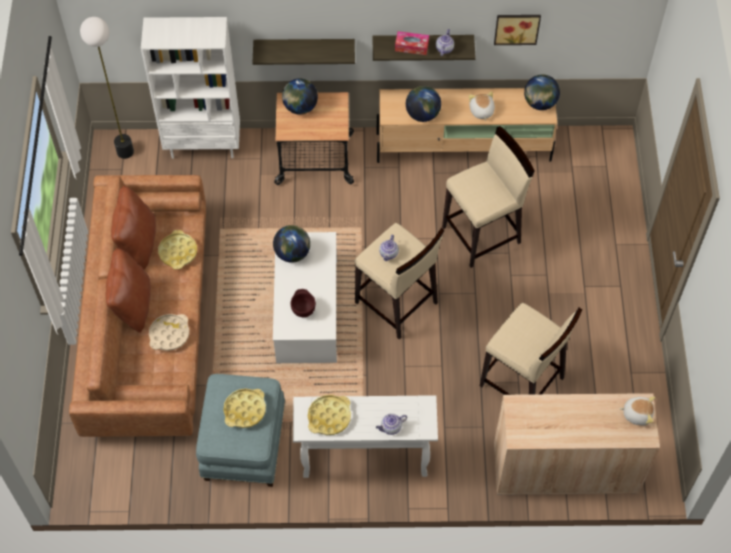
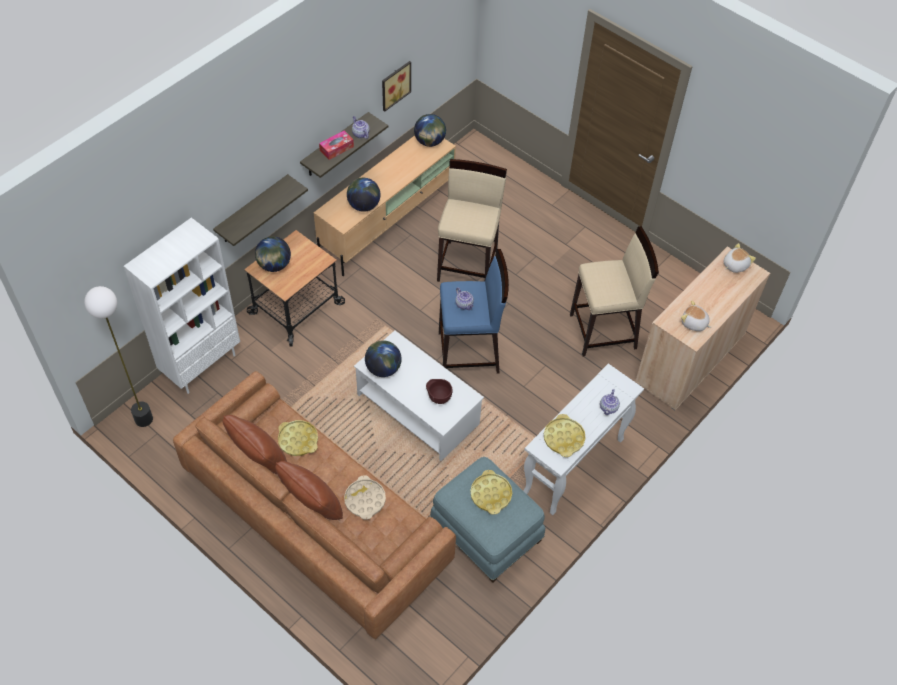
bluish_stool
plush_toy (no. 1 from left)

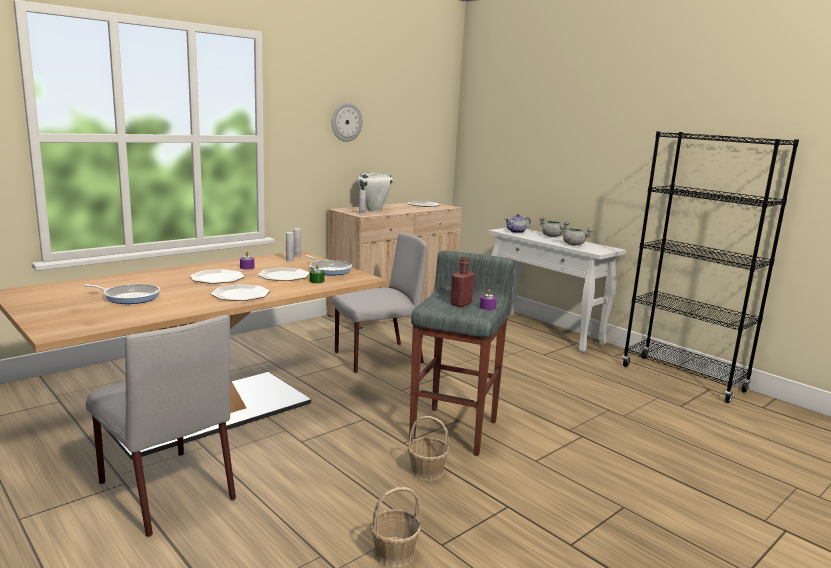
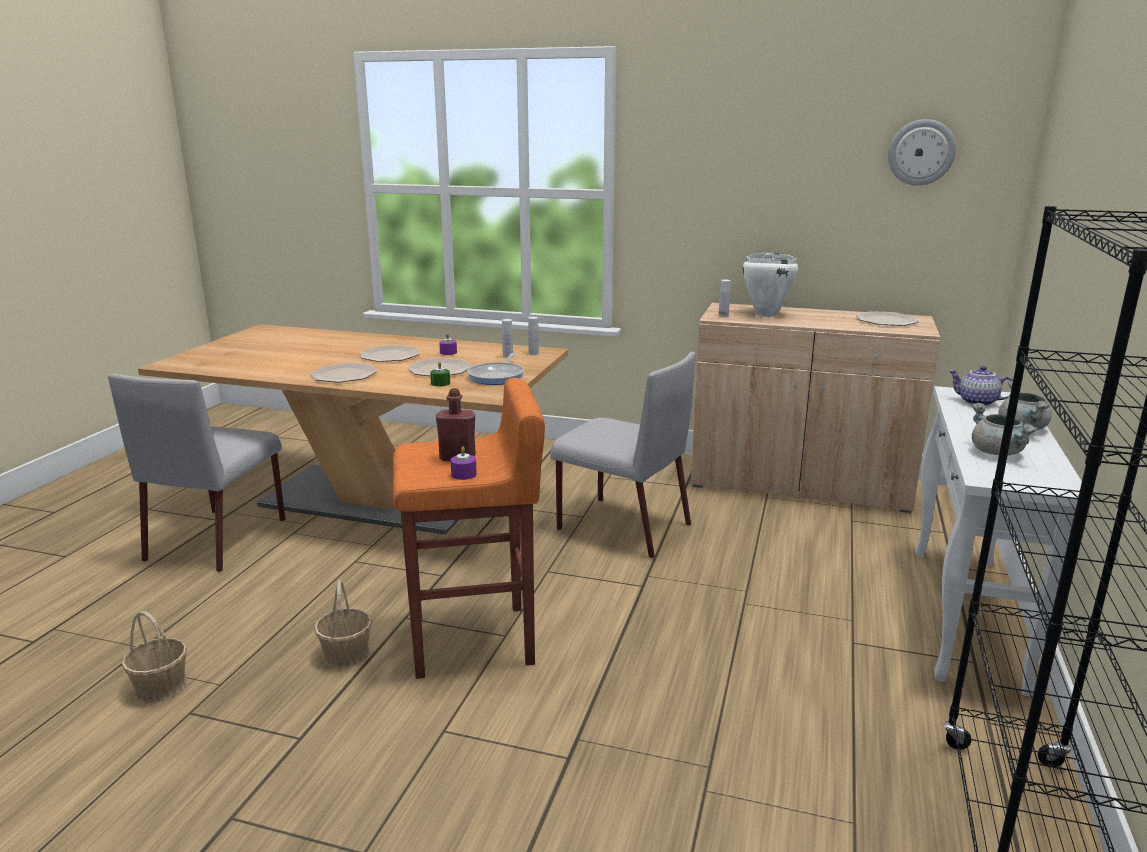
frying_pan (no. 1 from left in the first image)
hanging_clock
orange-coloured_stool

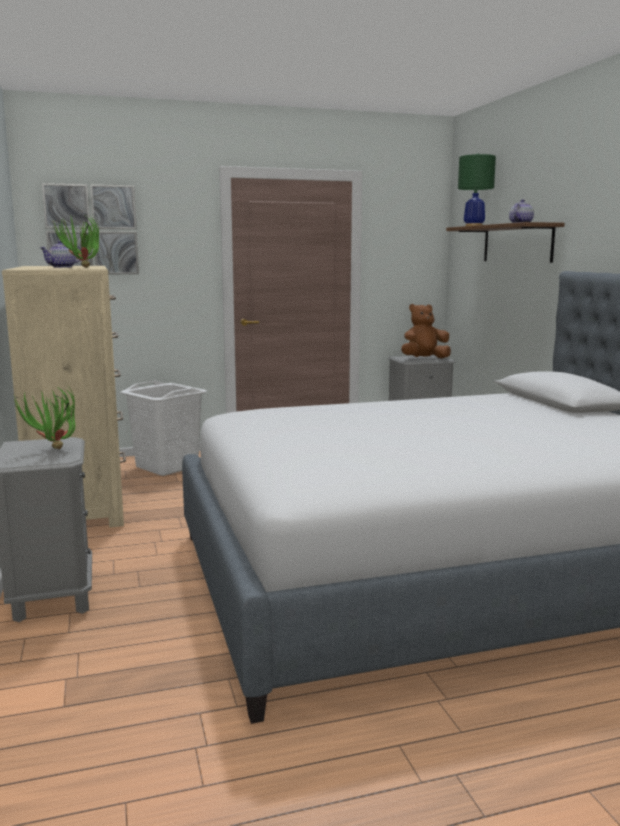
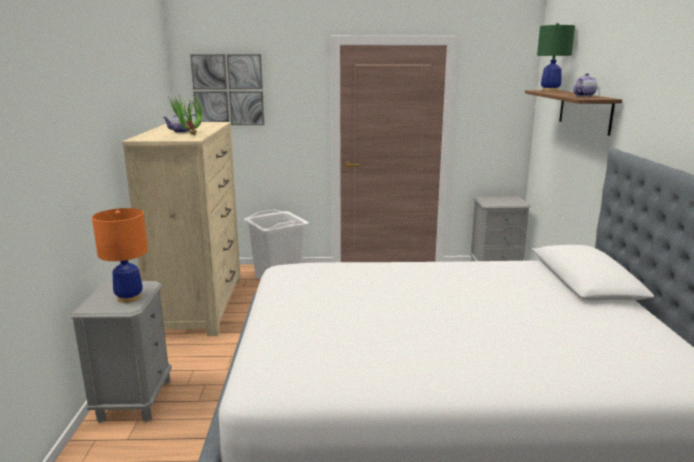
orange-coloured_tabletop_lamp
brownish_plush_toy

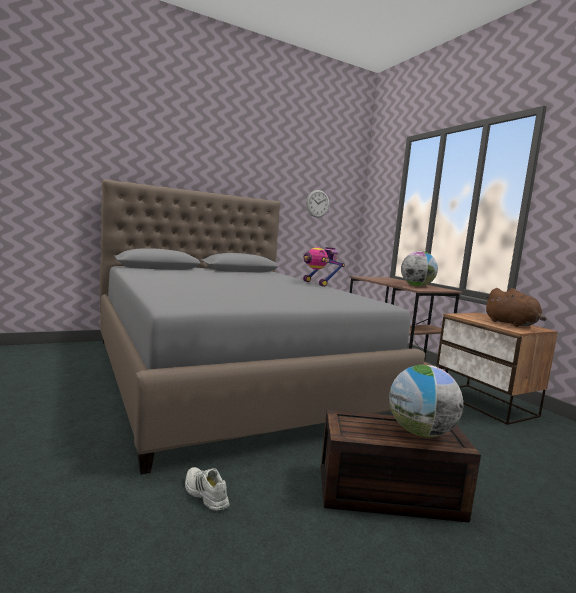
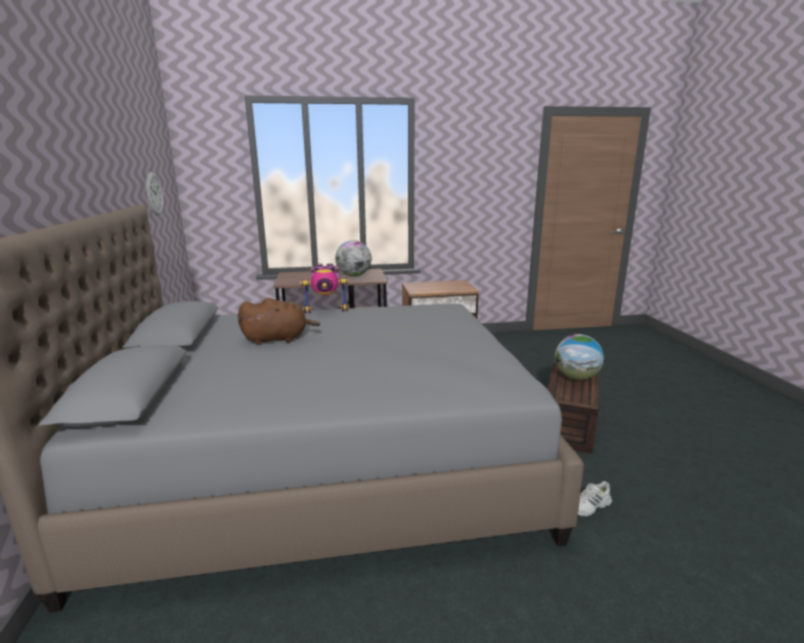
brownish_plush_toy

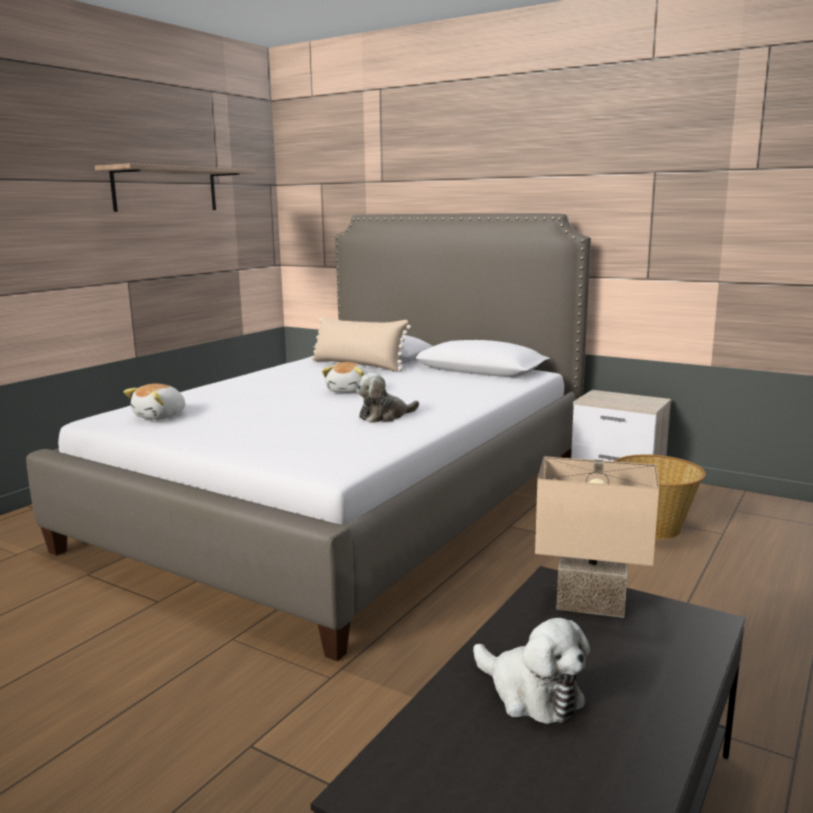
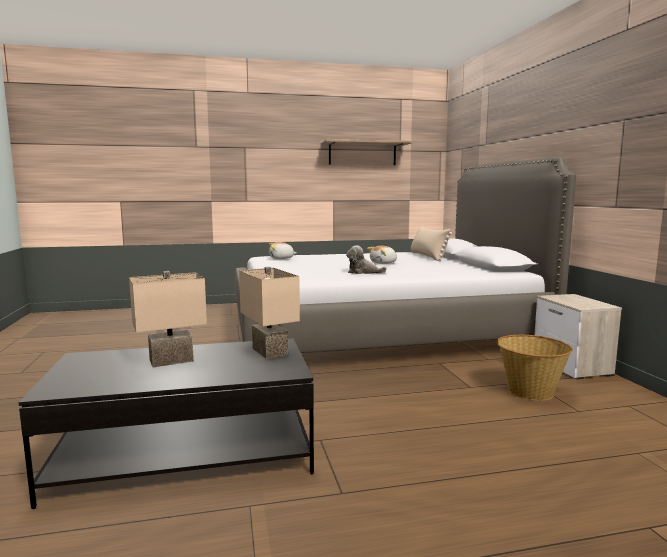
beige_tabletop_lamp (no. 1 from left)

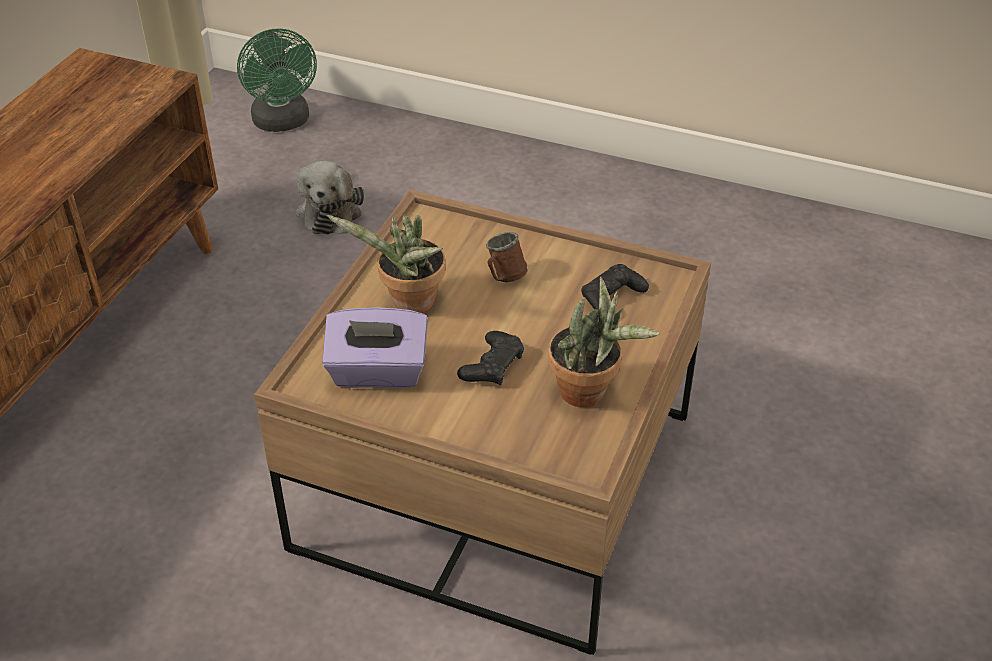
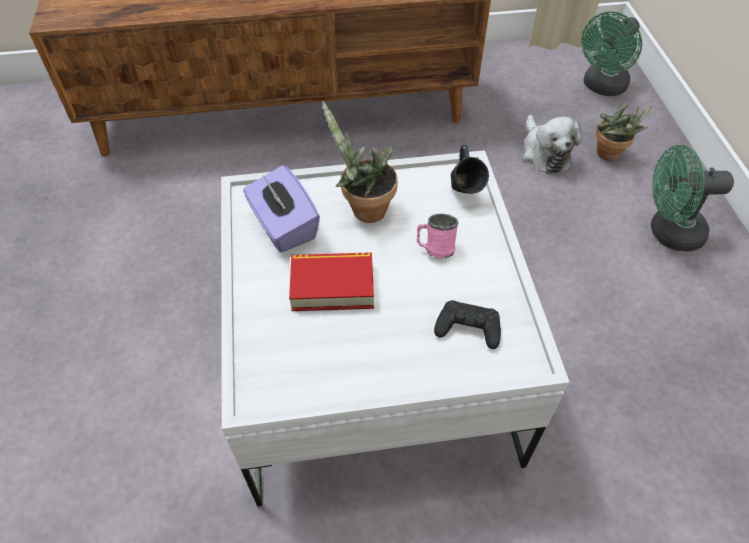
white_coffee_table
plush_toy
bound_book
pink_coffee_mug
potted_plant (no. 2 from left)
bluish_coffee_mug
green-coloured_cooling_fan (no. 2 from left)

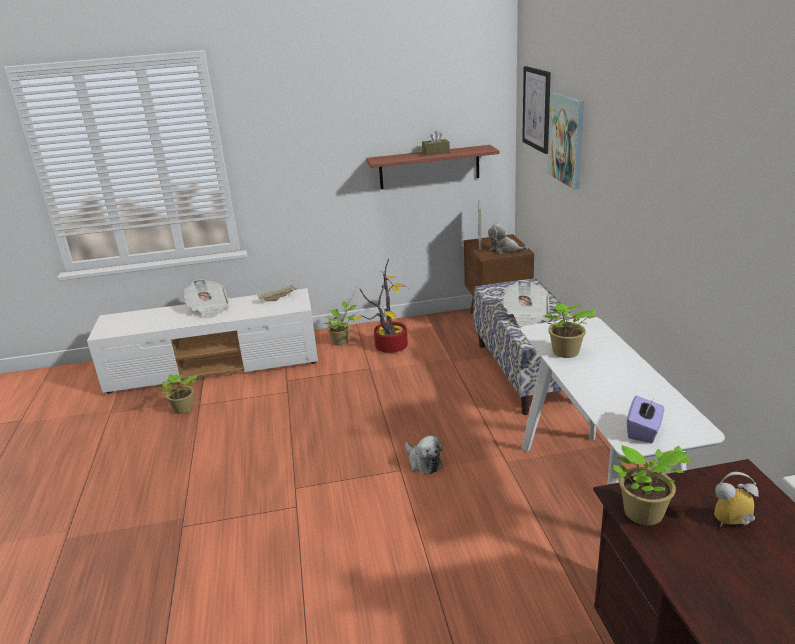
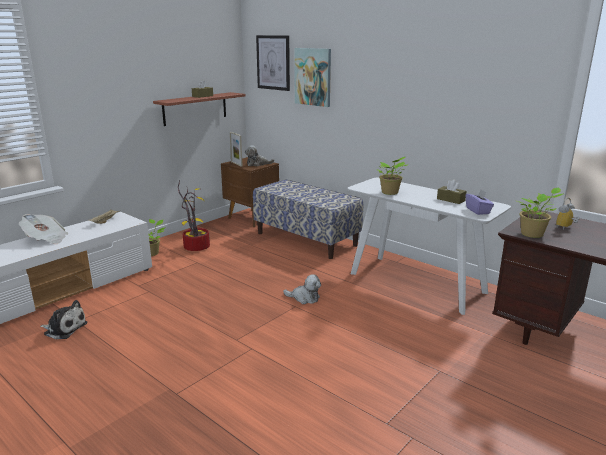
plush_toy (no. 1 from left)
printed_paper (no. 2 from left in the first image)
brownish_box_of_tissues (no. 2 from left)

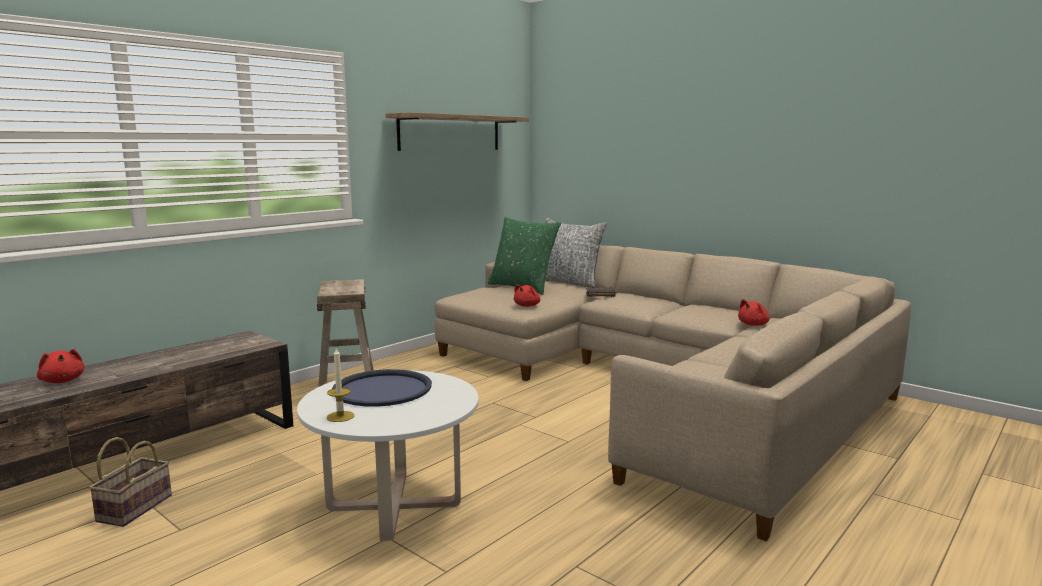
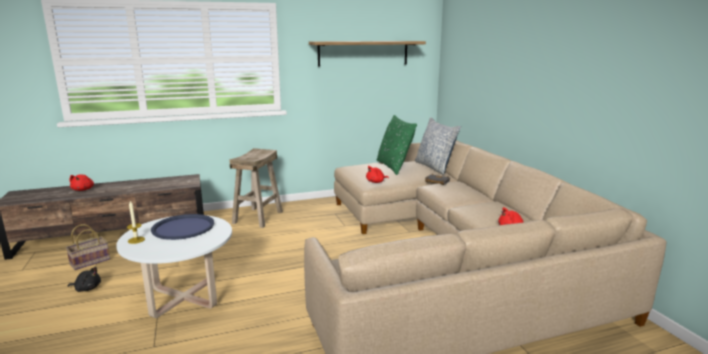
blackish_plush_toy

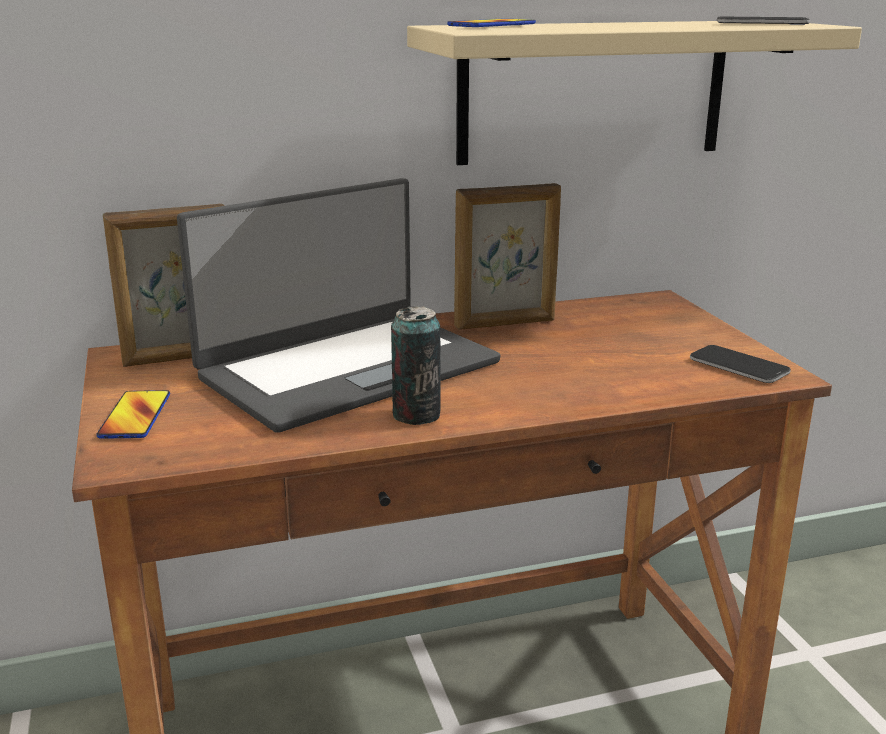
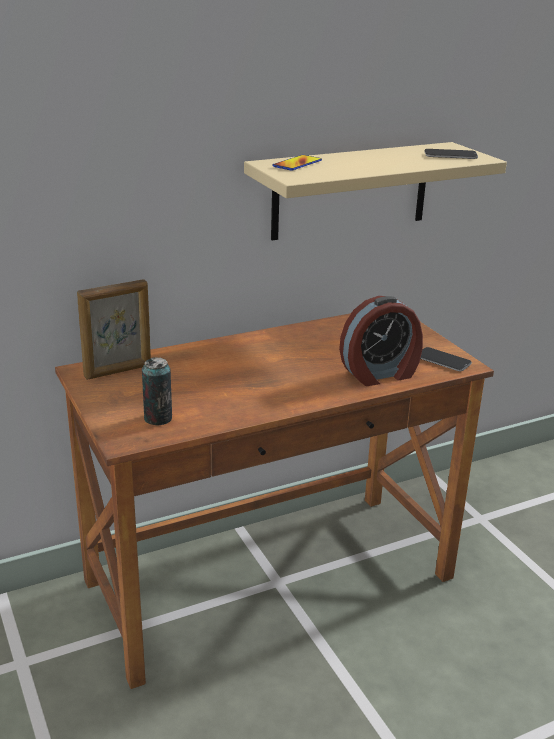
handset (no. 1 from left in the first image)
notebook_computer
can
standing_frame (no. 2 from left in the first image)
table_clock

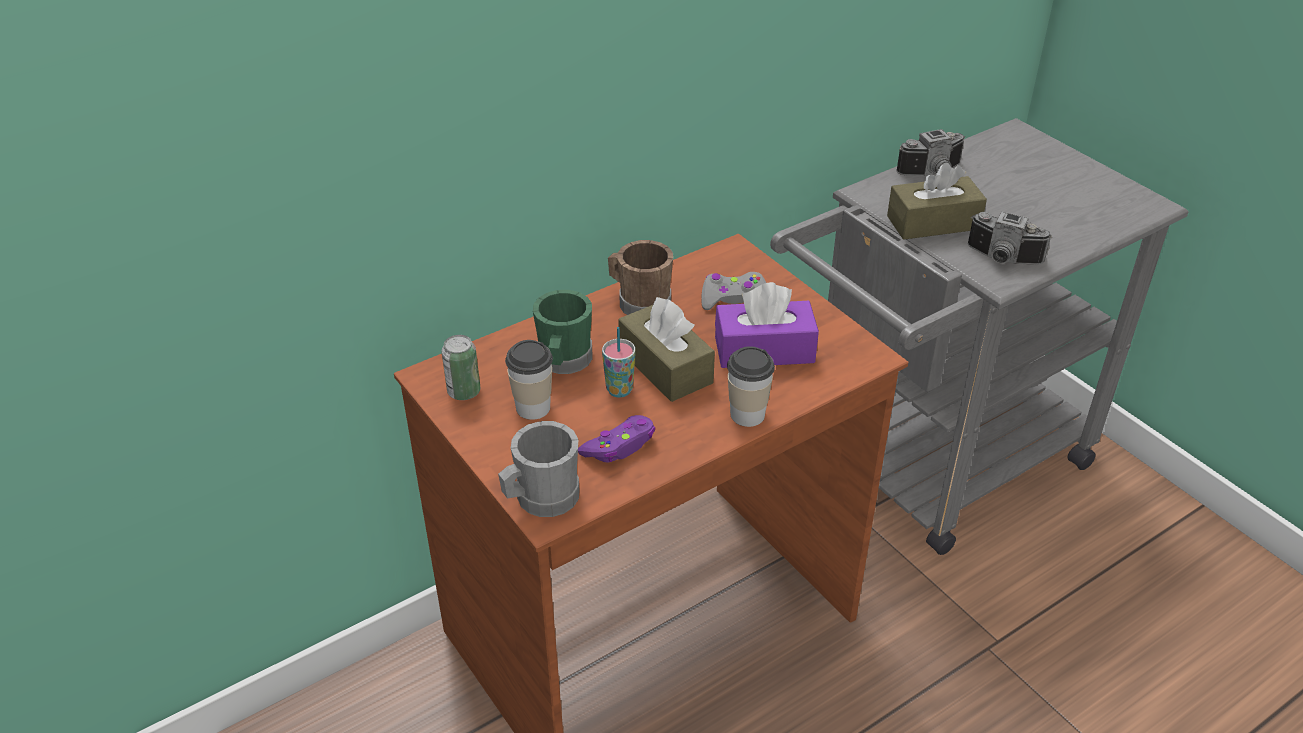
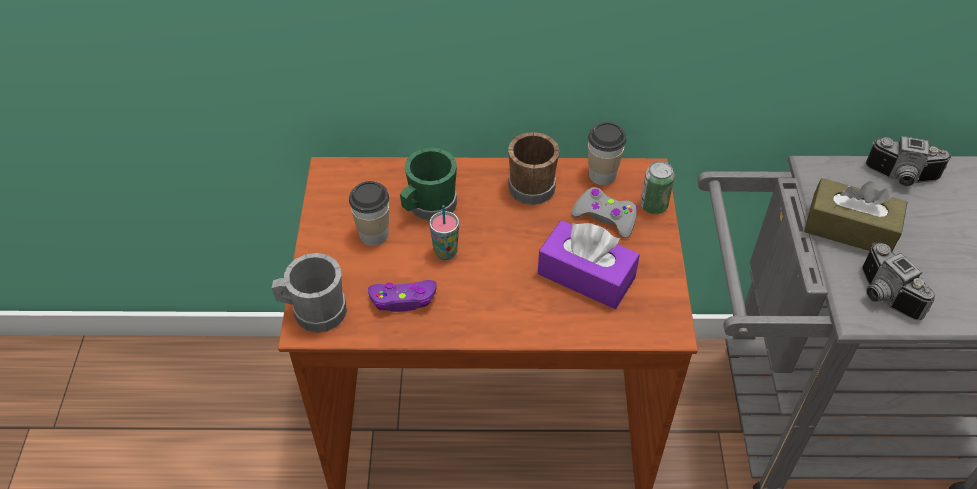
can
brownish_box_of_tissues (no. 1 from left in the first image)
small_cup (no. 3 from left)

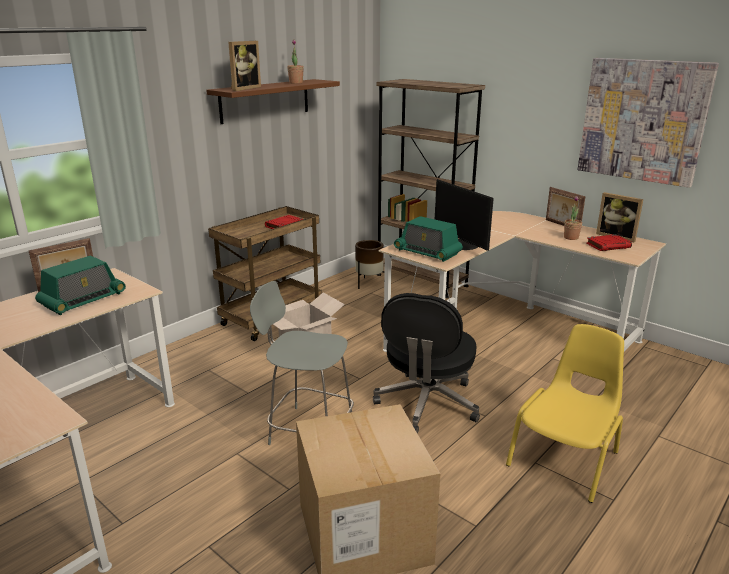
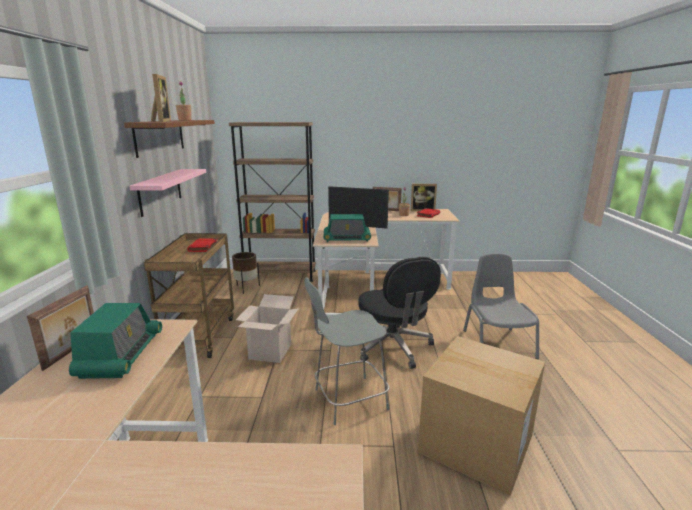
greyish_plain_chair (no. 2 from left)
wall_art
pink_bracket_shelf

